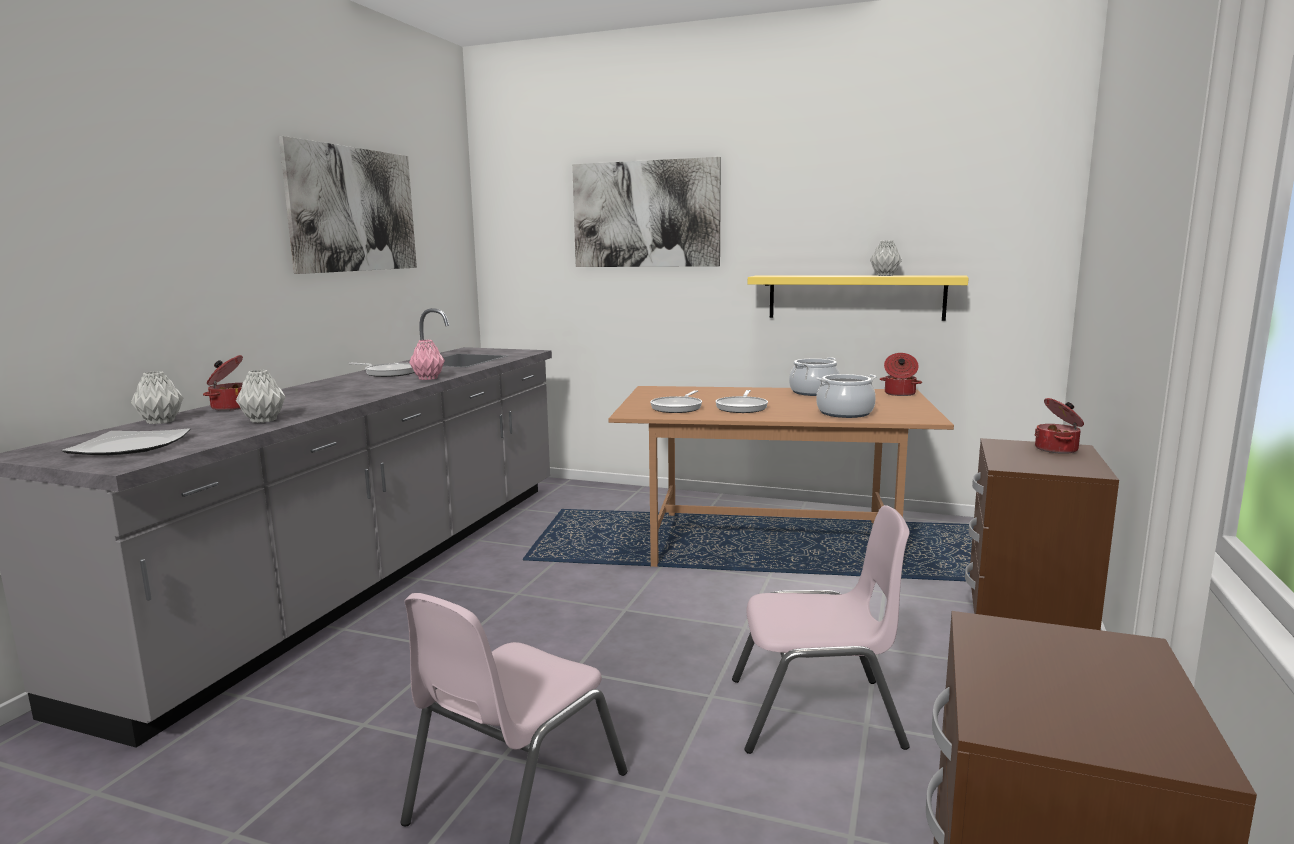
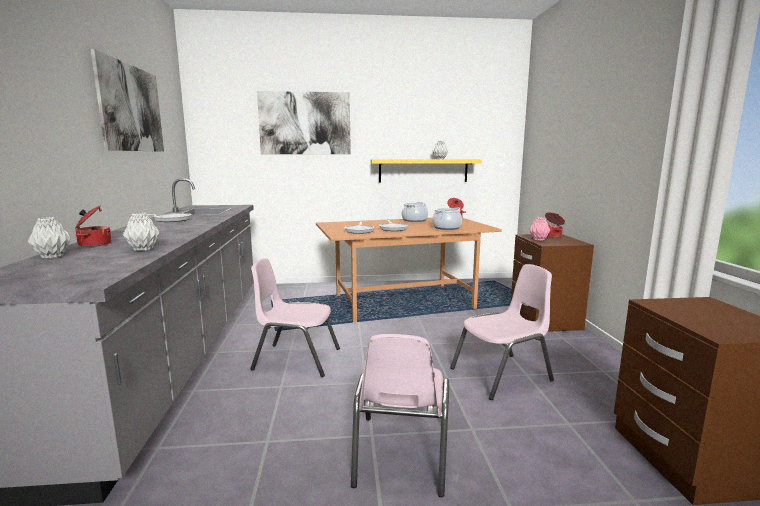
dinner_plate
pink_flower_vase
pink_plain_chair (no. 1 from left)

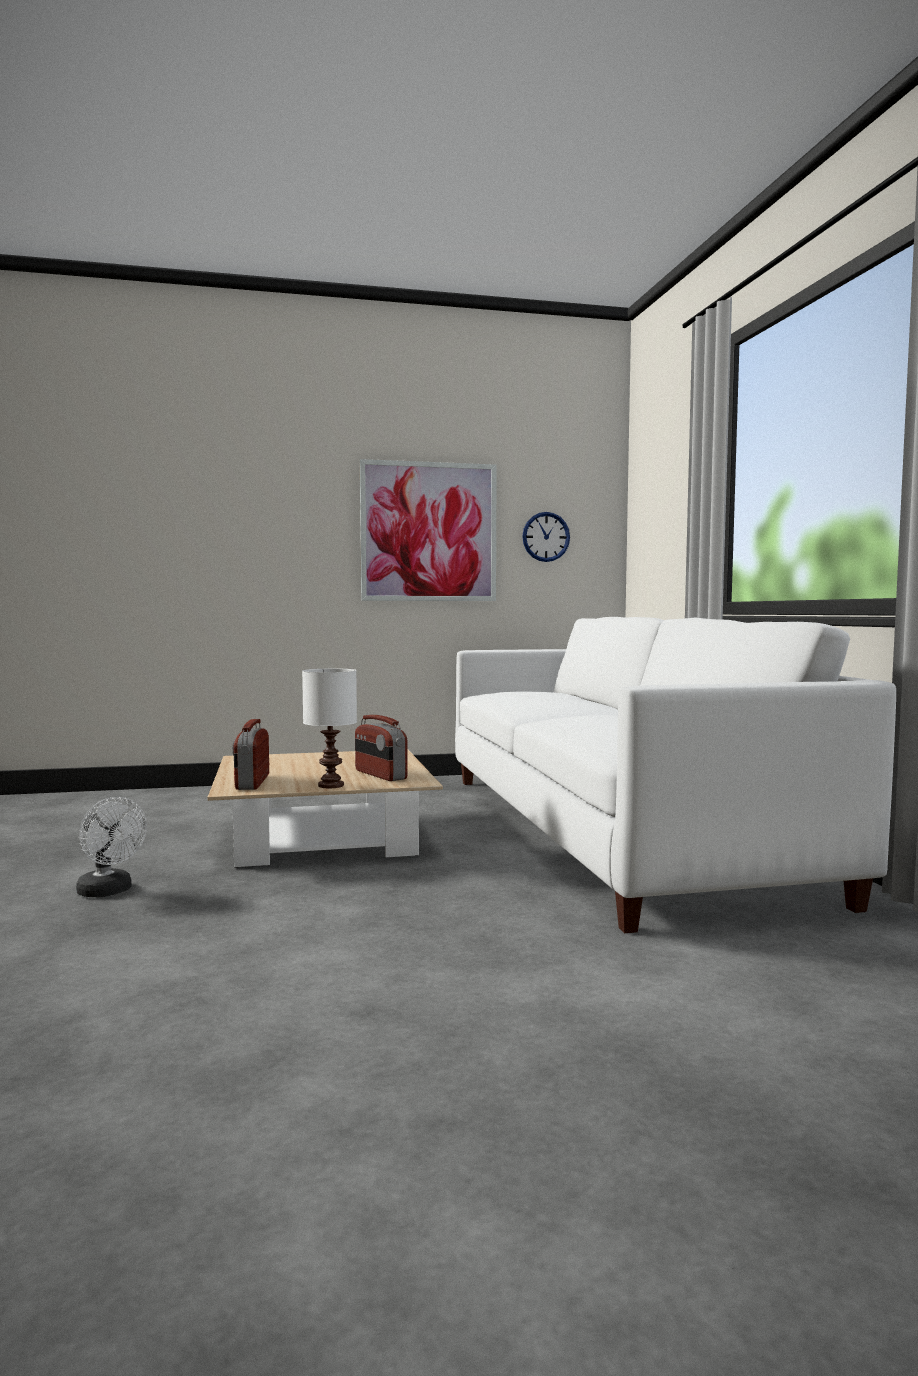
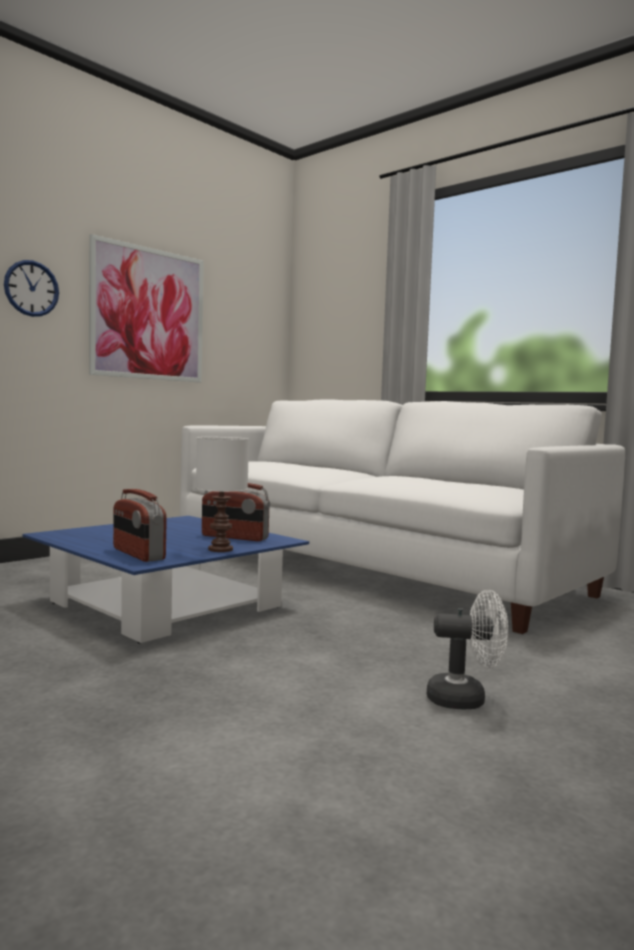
white_cooling_fan
bluish_coffee_table
hanging_clock

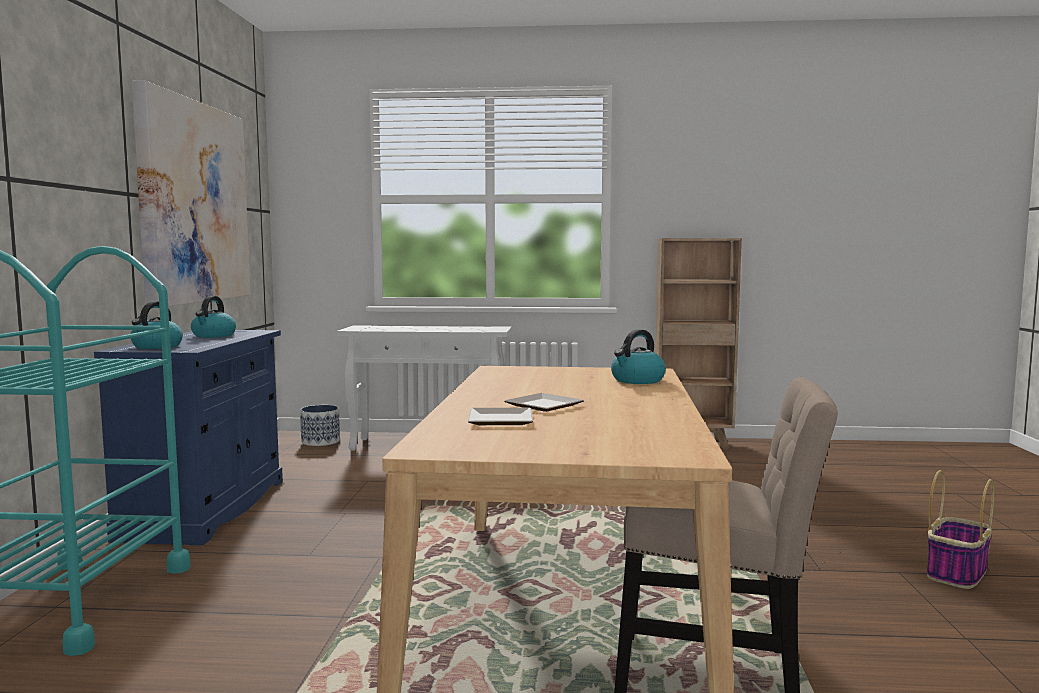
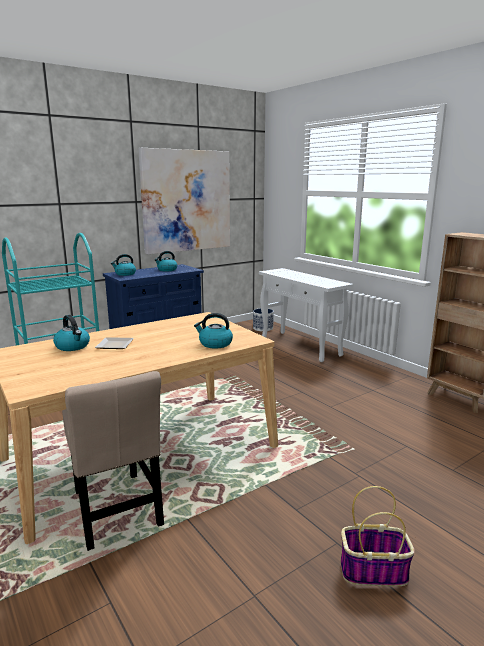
water_kettle (no. 1 from left)

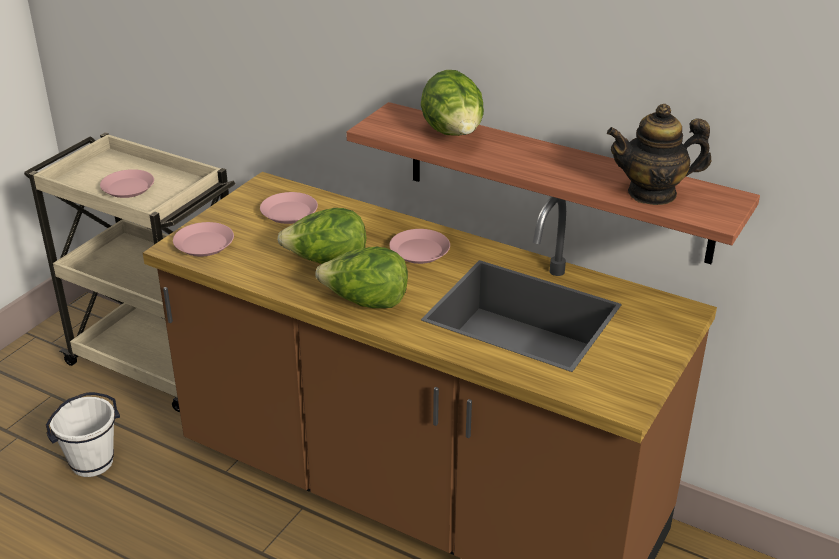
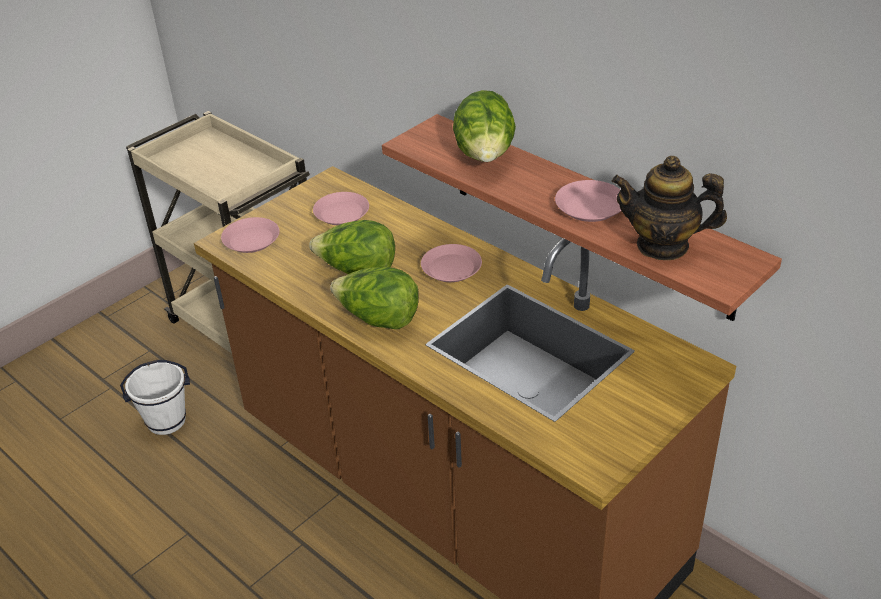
pink_dinner_plate (no. 4 from left)

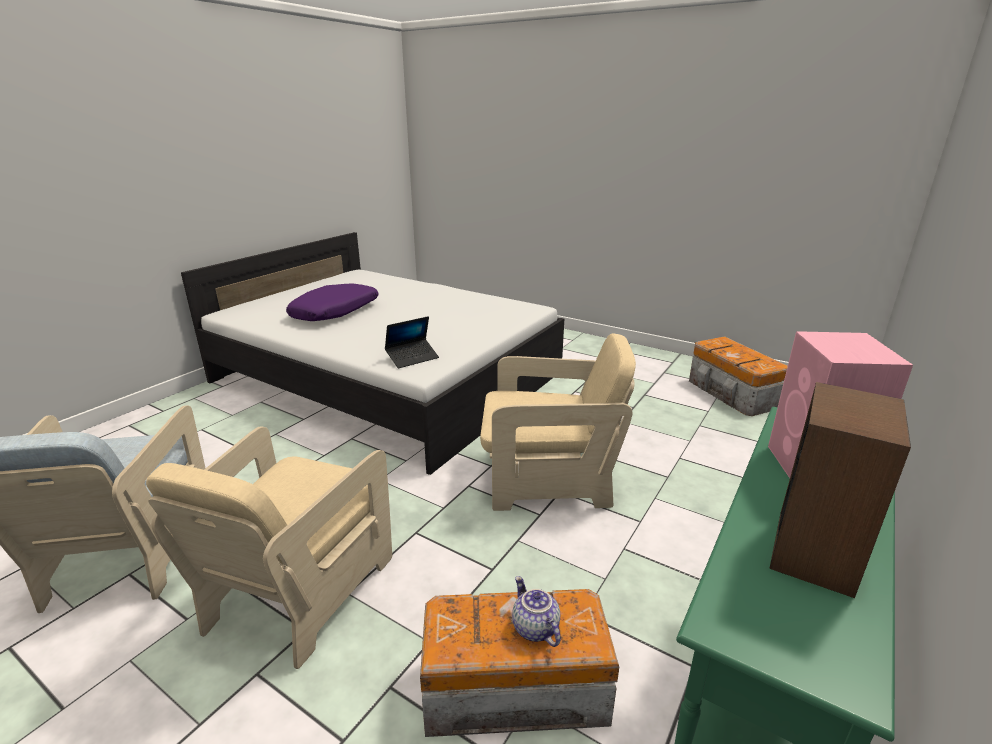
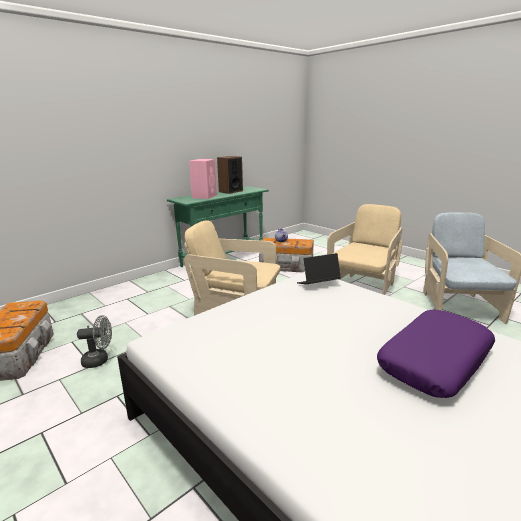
greyish_cooling_fan

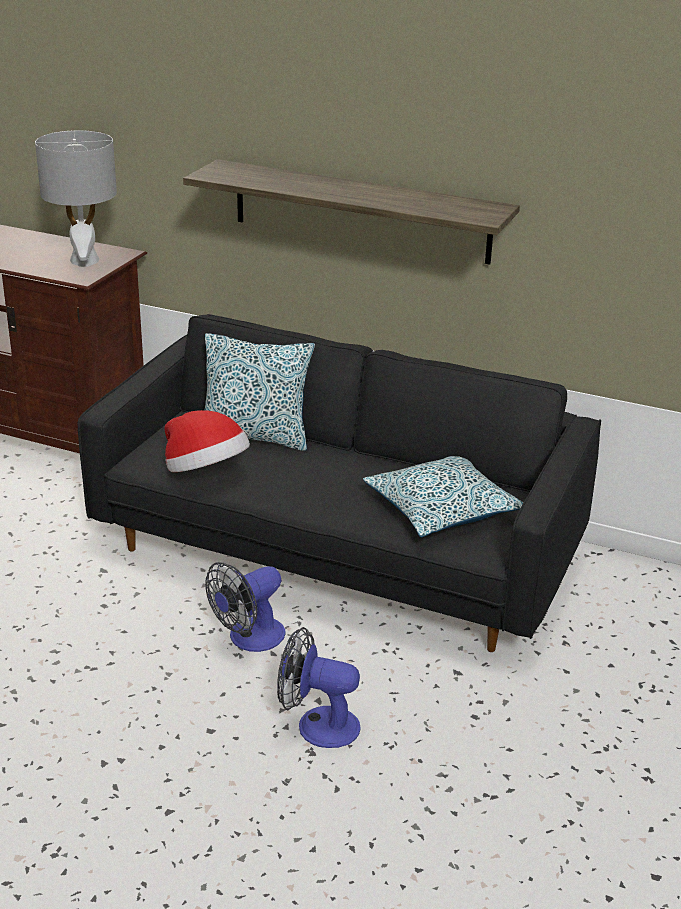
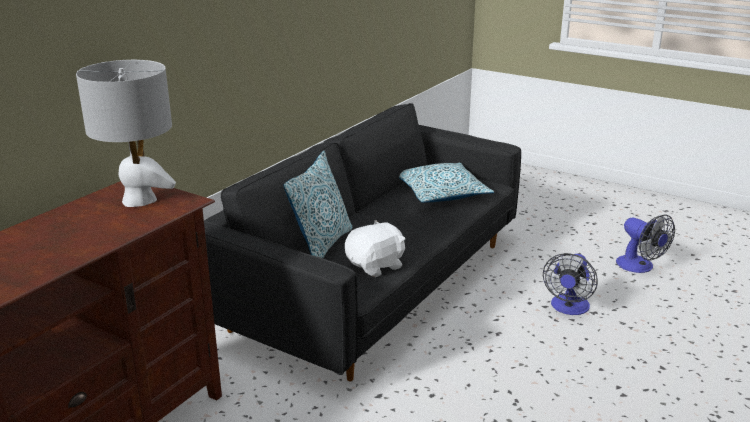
white_plush_toy
bracket_shelf
cooling_fan (no. 2 from left)

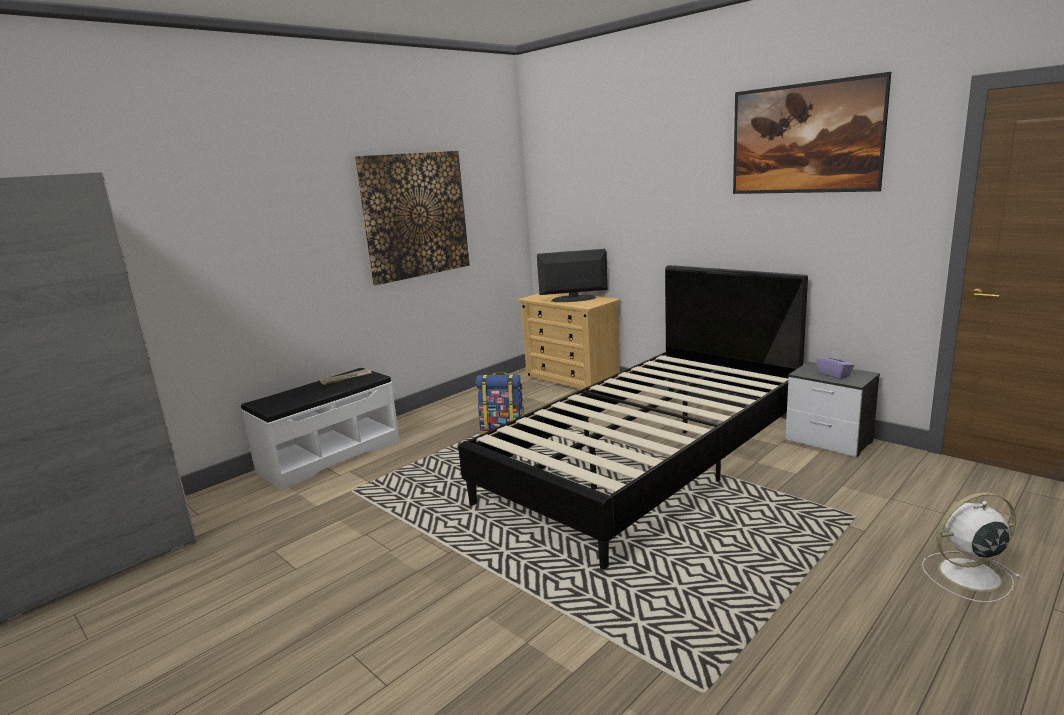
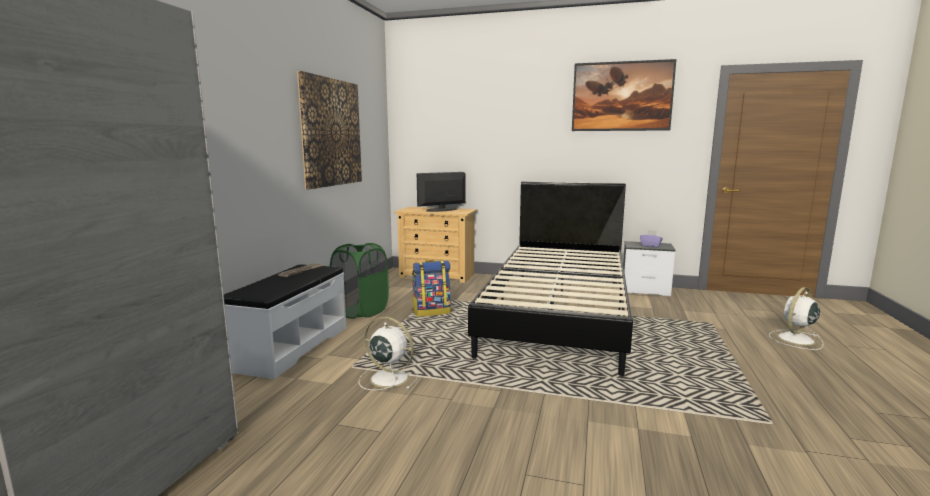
green-coloured_laundry_basket
white_cooling_fan (no. 1 from left)

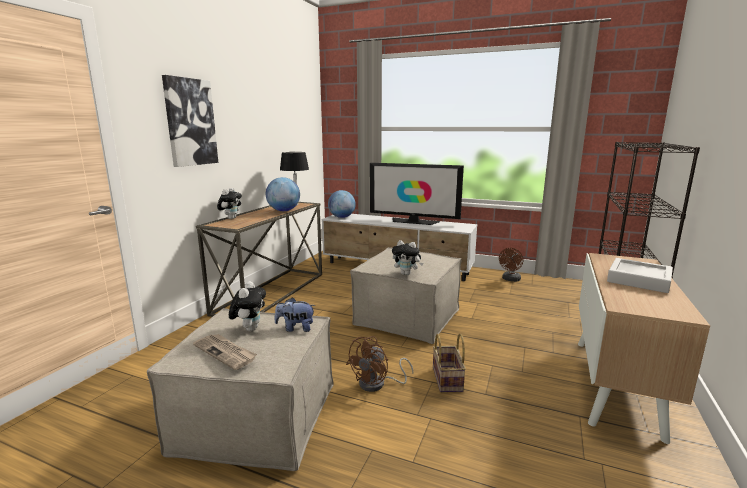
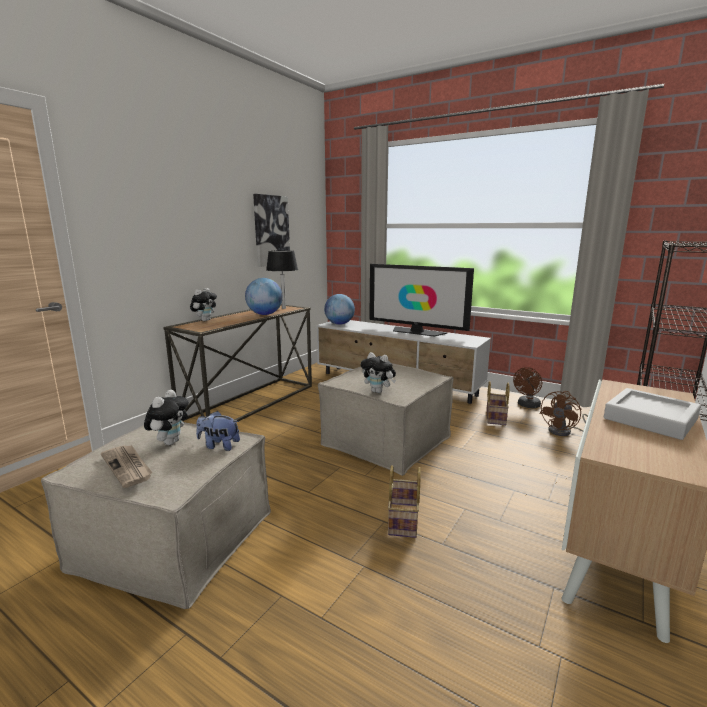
wall_art
brownish_cooling_fan (no. 2 from left)
storage_basket (no. 2 from left)

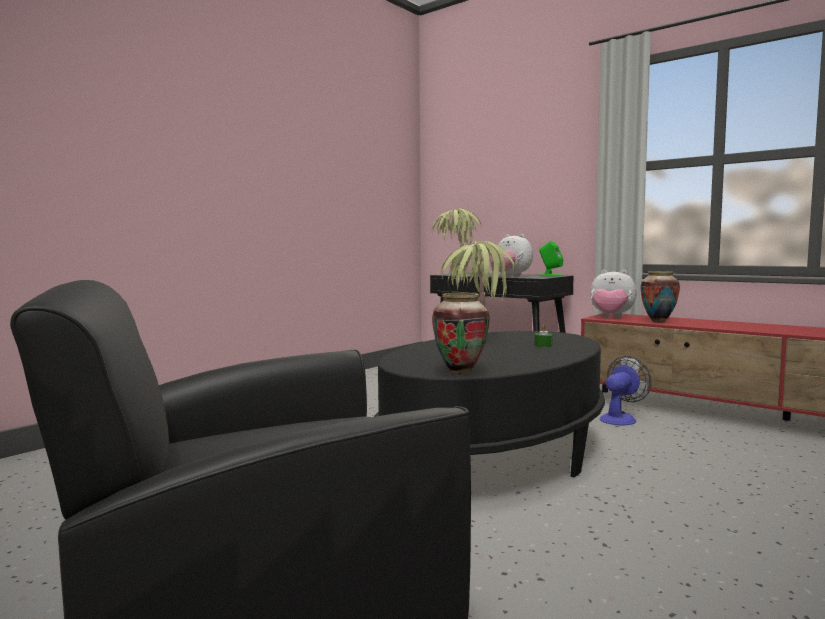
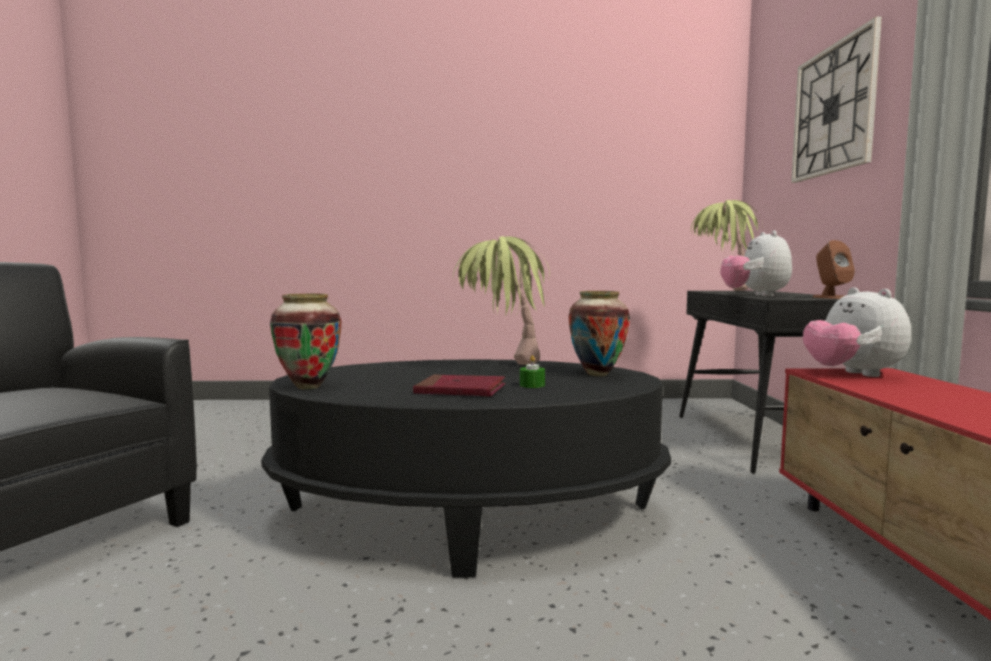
brownish_audio_speaker
cooling_fan
flower_vase (no. 2 from left)
red_bound_book
hanging_clock

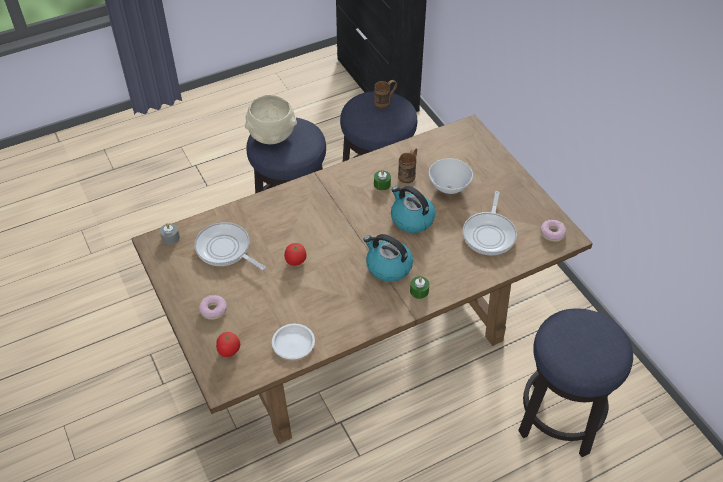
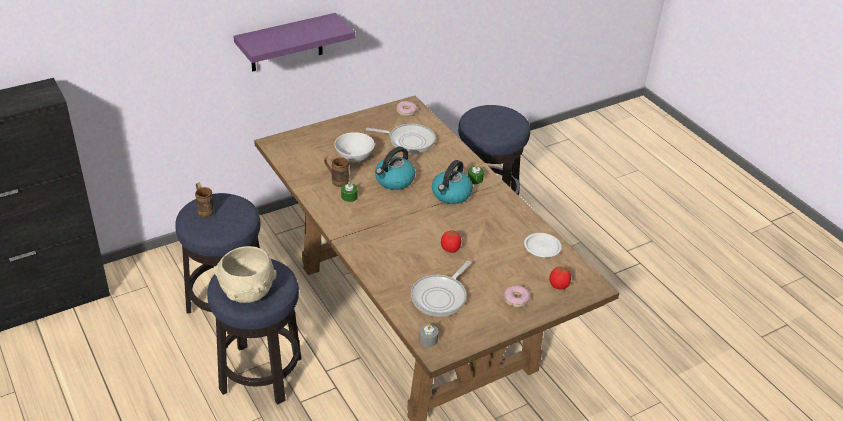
purple-coloured_bracket_shelf

